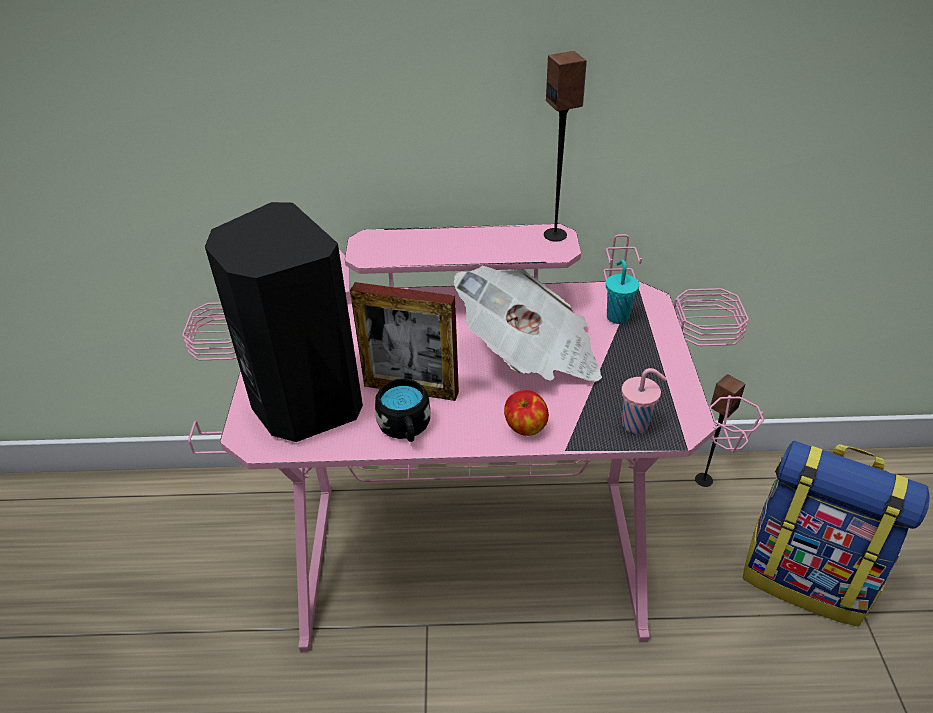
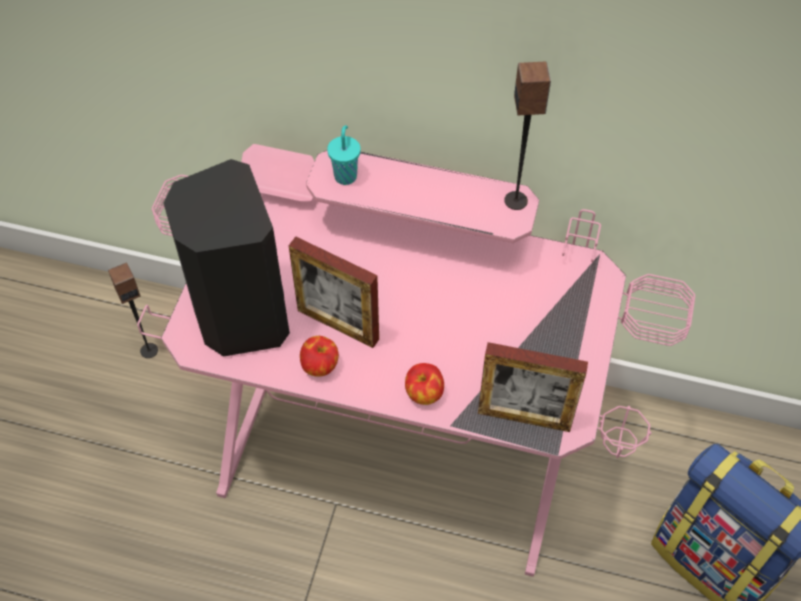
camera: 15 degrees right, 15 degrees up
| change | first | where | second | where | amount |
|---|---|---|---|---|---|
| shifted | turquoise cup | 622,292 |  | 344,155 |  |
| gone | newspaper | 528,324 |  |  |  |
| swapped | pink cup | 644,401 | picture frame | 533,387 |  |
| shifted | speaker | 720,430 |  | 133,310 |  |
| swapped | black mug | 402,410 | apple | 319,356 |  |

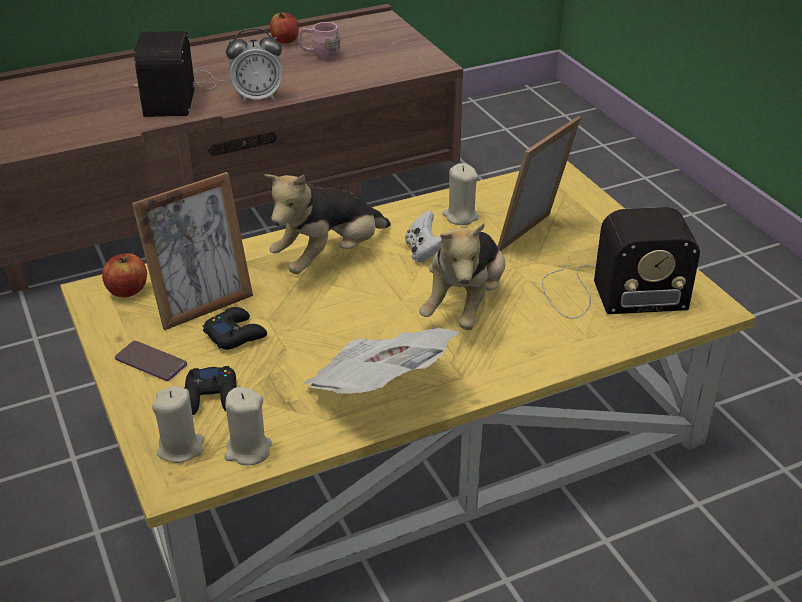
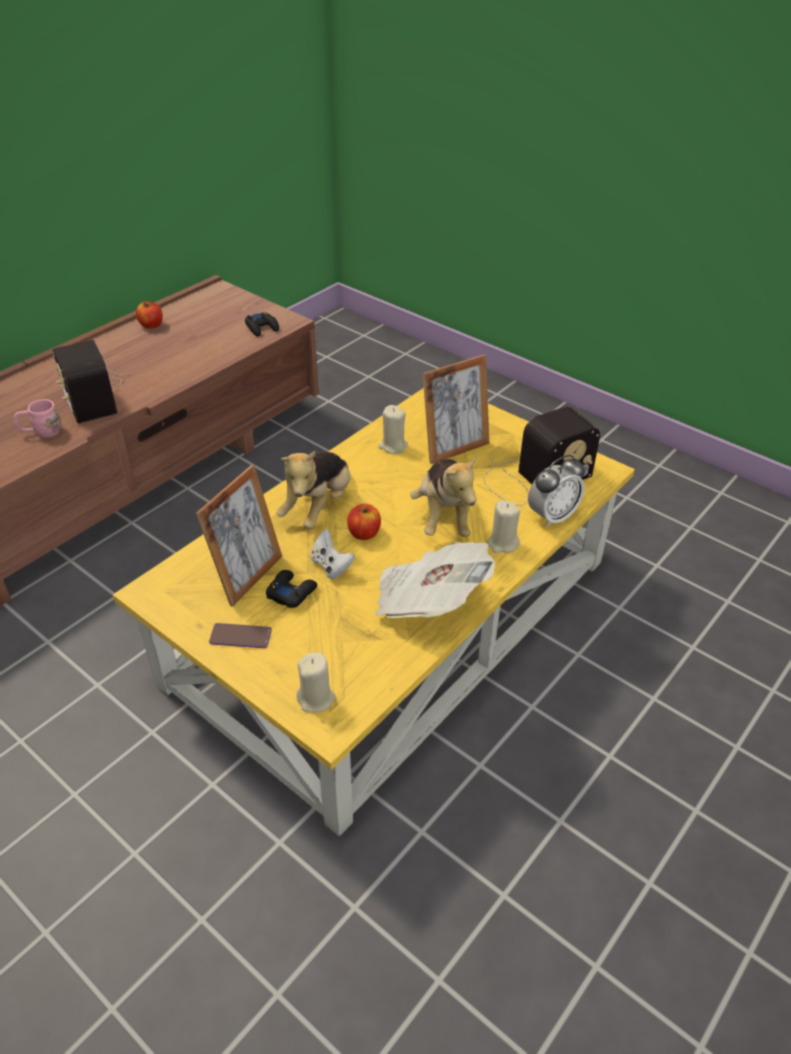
camera: 25 degrees left, 5 degrees up
| change | first | where | second | where | amount |
|---|---|---|---|---|---|
| shifted | pink mug | 319,41 |  | 37,418 |  |
| shifted | alarm clock | 254,65 |  | 556,491 |  |
| rotated | picture frame | 539,183 |  | 456,409 | 135 degrees counterclockwise |
| shifted | white game controller | 423,237 |  | 332,554 |  |
| shifted | apple | 124,275 |  | 364,522 |  |
| shifted | black game controller | 211,390 |  | 262,324 |  |
| shifted | beige candle | 248,426 |  | 503,527 |  |

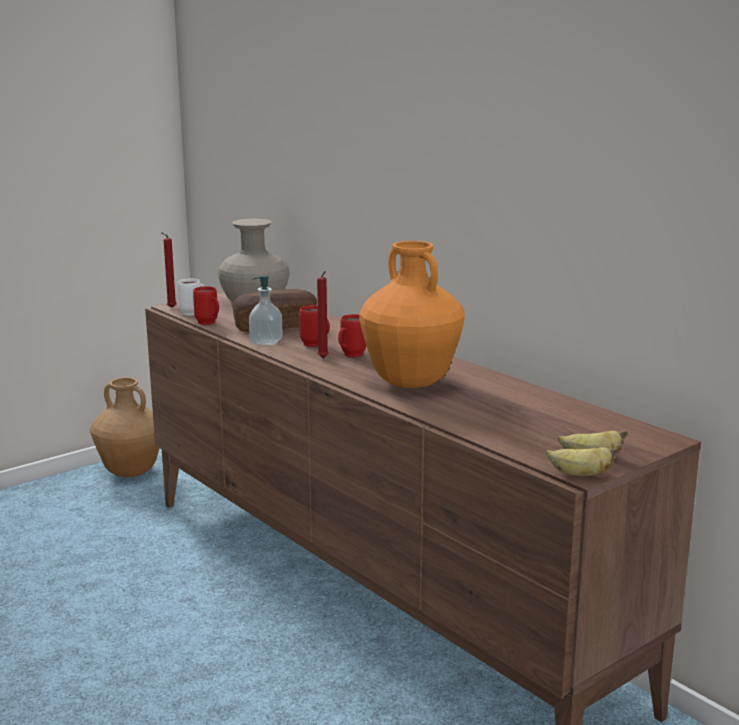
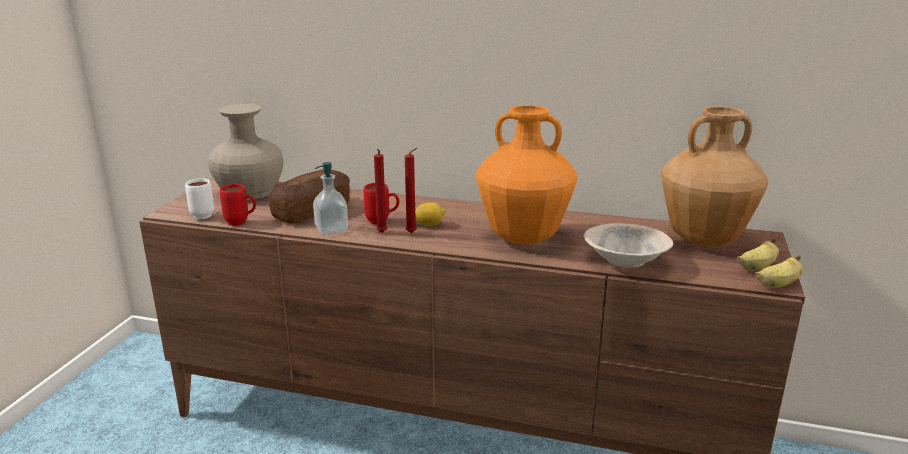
camera: 35 degrees left, 5 degrees up
| change | first | where | second | where | amount |
|---|---|---|---|---|---|
| shifted | red candle | 169,270 |  | 380,191 |  |
| swapped | red mug | 352,335 | lemon | 430,214 |  |
| shifted | brown vase | 124,427 |  | 714,176 |  |
| new |  |  | beige bowl | 628,245 |  |

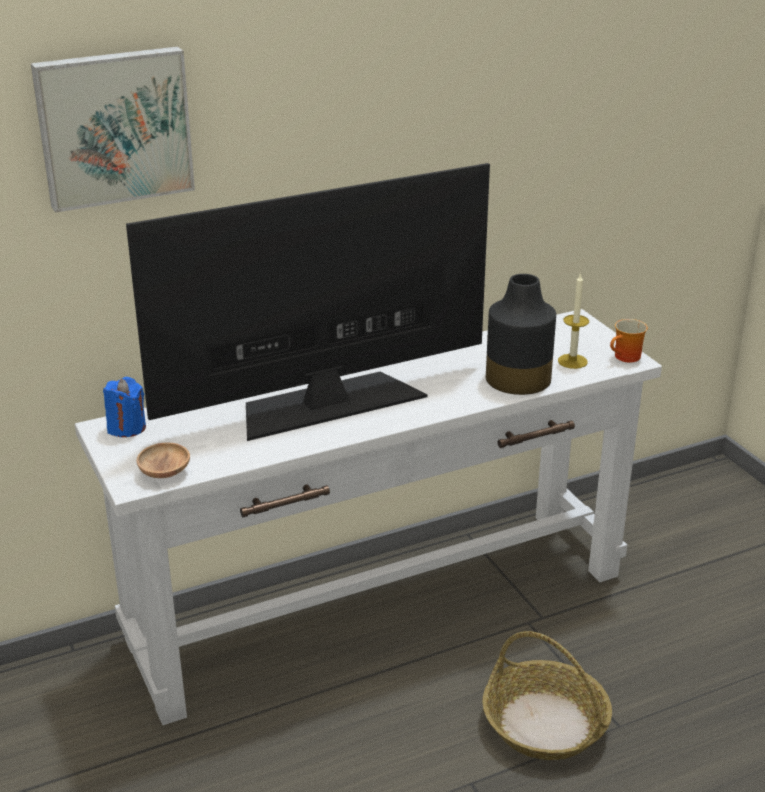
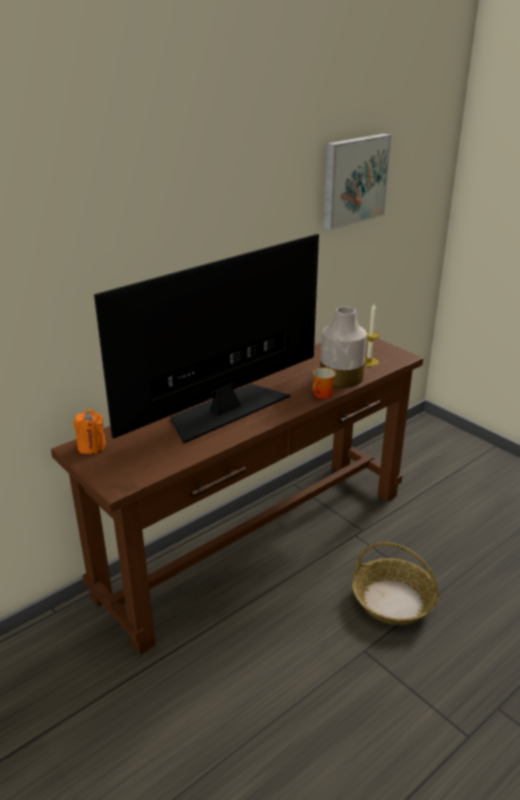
camera: 15 degrees left, 0 degrees up
| change | first | where | second | where | amount |
|---|---|---|---|---|---|
| shifted | picture | 113,129 |  | 357,182 |  |
| repainted | black vase | 521,334 | beige vase | 343,347 |  |
| repainted | white console table | 368,517 | brown console table | 237,496 |  |
| shifted | mug | 629,341 |  | 324,383 |  |
| repainted | blue candle | 124,407 | orange candle | 89,432 |  |
| gone | brown bowl | 163,460 |  |  |  |

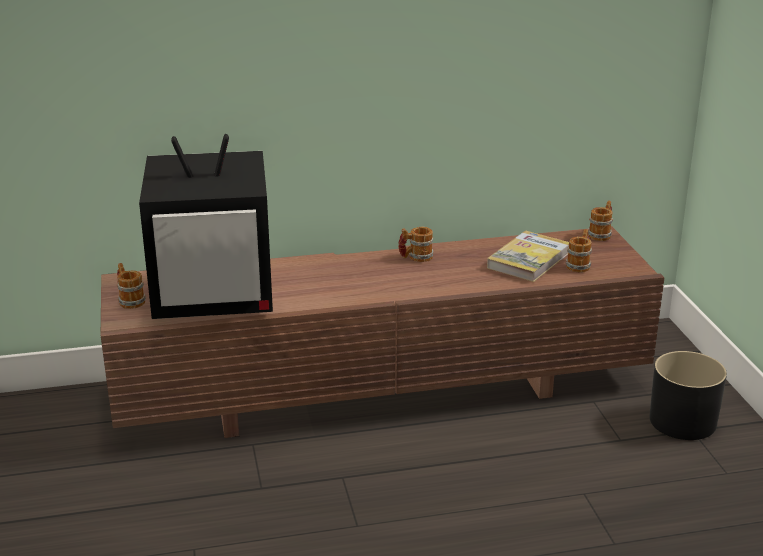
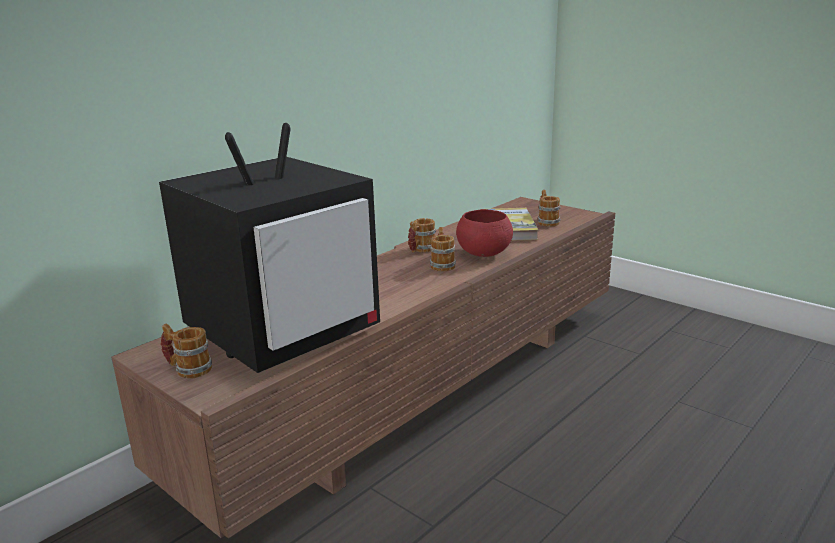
camera: 35 degrees left, 5 degrees down
| change | first | where | second | where | amount |
|---|---|---|---|---|---|
| shifted | mug | 600,221 |  | 443,249 |  |
| gone | black planter | 688,395 |  |  |  |
| new |  |  | red bowl | 484,233 |  |

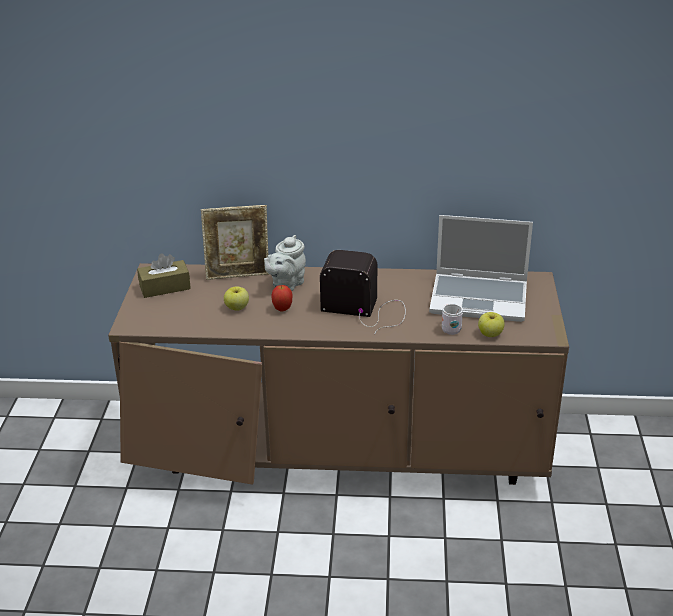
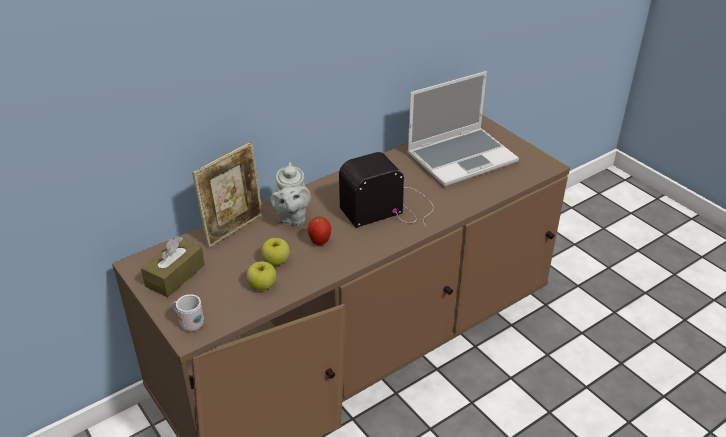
camera: 40 degrees left, 5 degrees up
| change | first | where | second | where | amount |
|---|---|---|---|---|---|
| shifted | white mug | 452,319 |  | 188,313 |  |
| shifted | apple | 491,324 |  | 262,275 |  |

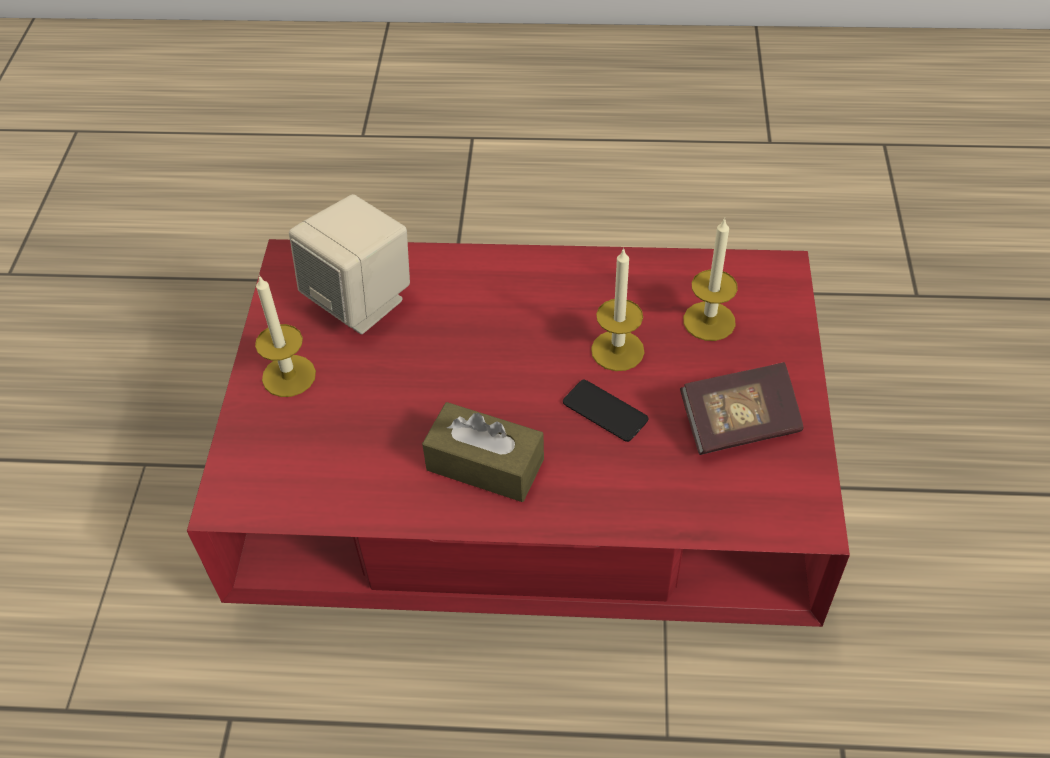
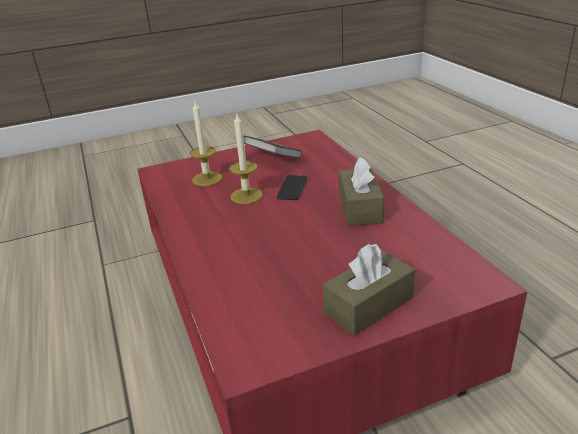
camera: 115 degrees left, 20 degrees down
| change | first | where | second | where | amount |
|---|---|---|---|---|---|
| gone | beige speaker | 349,264 |  |  |  |
| swapped | candle | 285,336 | brown tissue box | 369,290 |  |

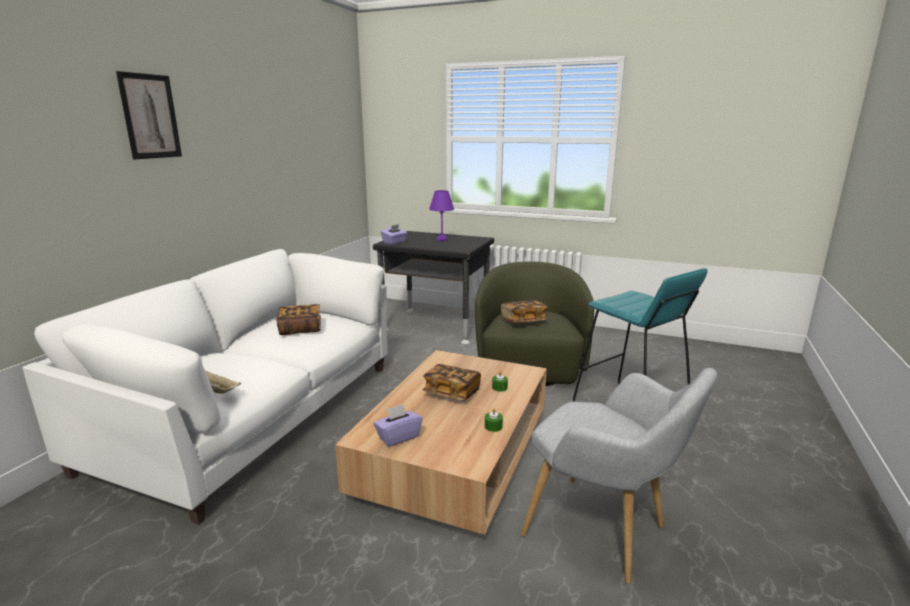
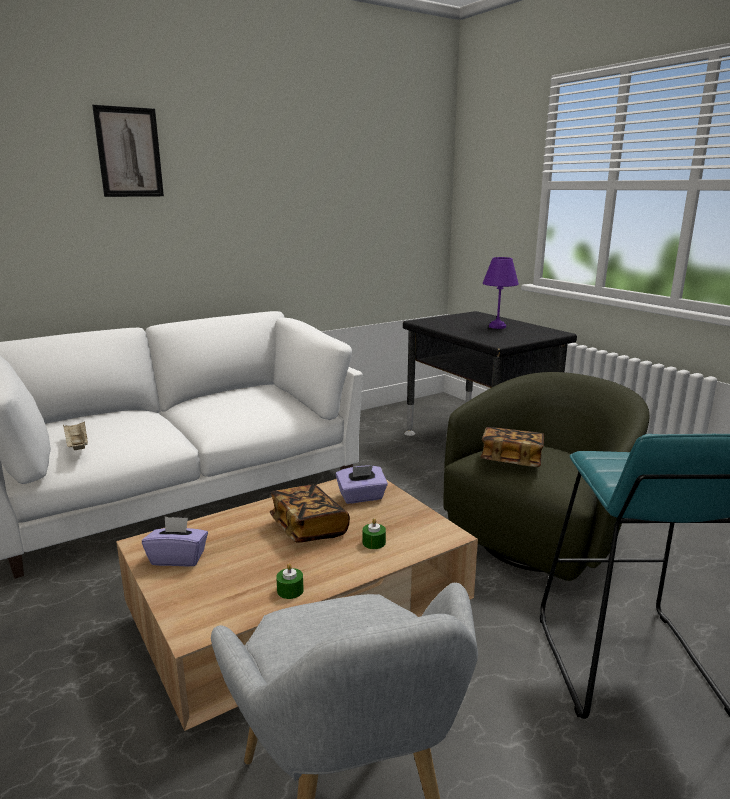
camera: 35 degrees right, 0 degrees up
| change | first | where | second | where | amount |
|---|---|---|---|---|---|
| shifted | purple tissue box | 394,234 |  | 362,485 |  |
| gone | book | 298,319 |  |  |  |

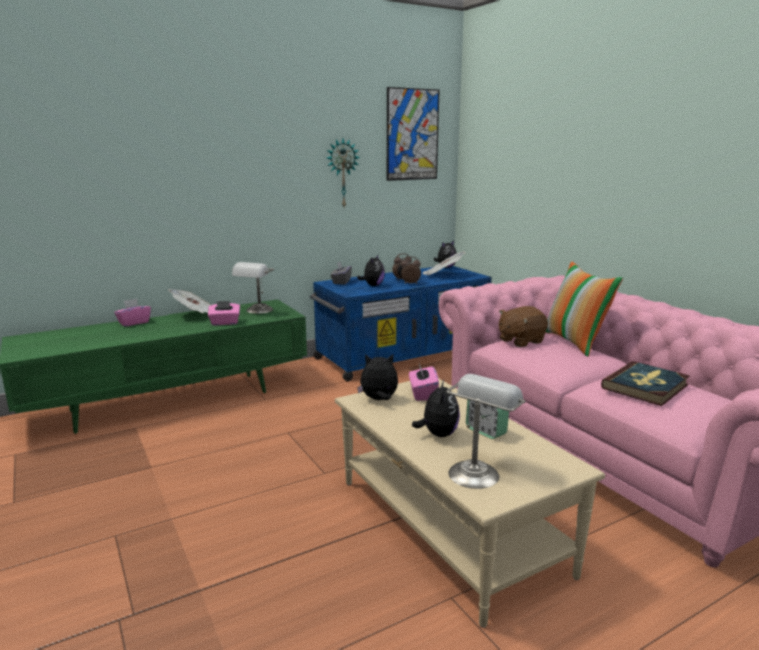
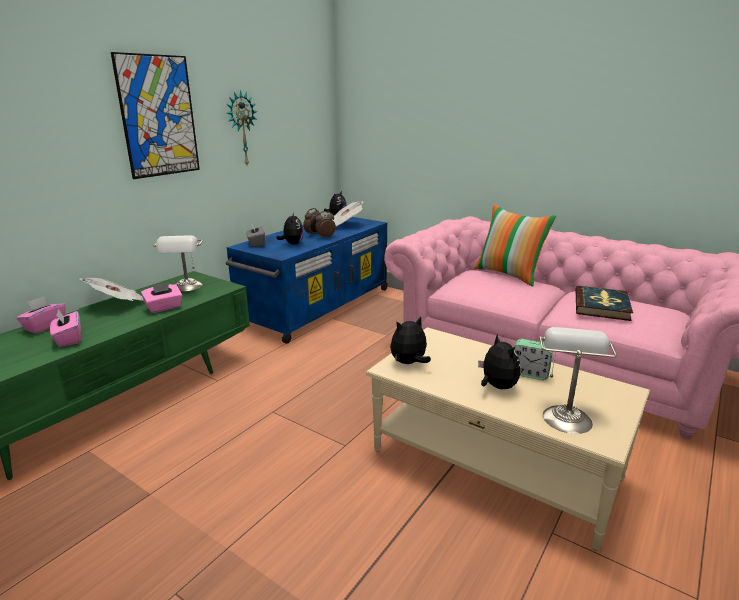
camera: 25 degrees left, 5 degrees up
| change | first | where | second | where | amount |
|---|---|---|---|---|---|
| shifted | picture | 413,134 |  | 155,115 |  |
| gone | brown plush toy | 523,326 |  |  |  |
| shifted | pink tissue box | 424,382 |  | 65,328 |  |

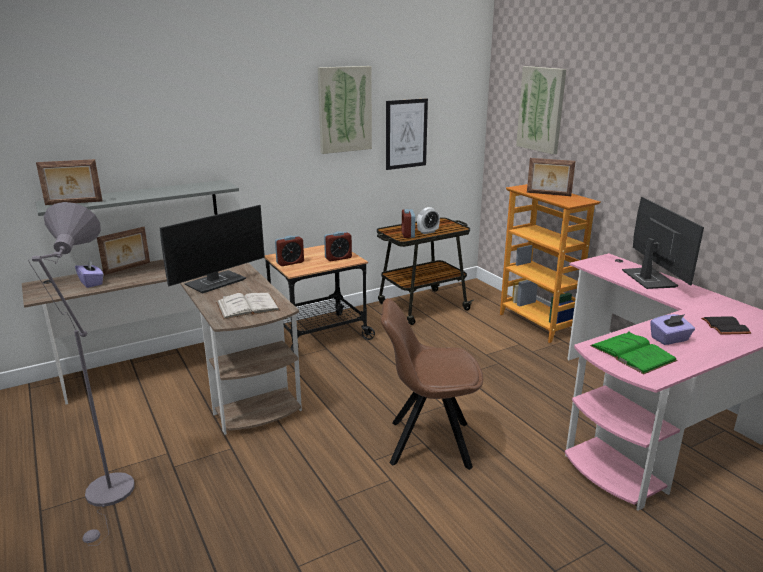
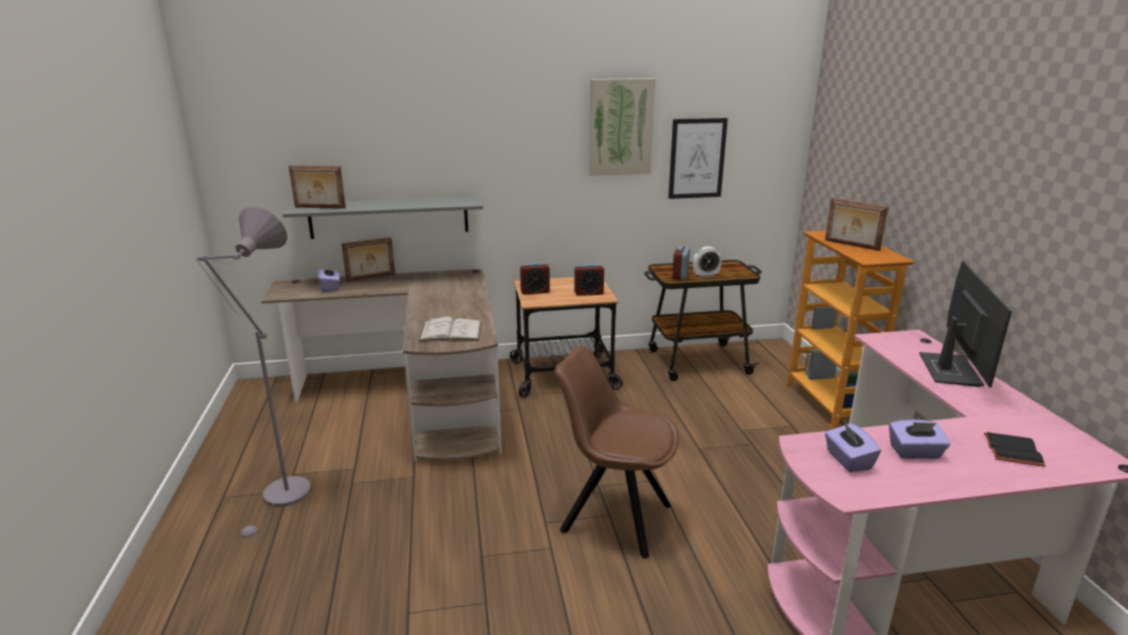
camera: 20 degrees right, 0 degrees up
| change | first | where | second | where | amount |
|---|---|---|---|---|---|
| gone | picture | 541,110 |  |  |  |
| gone | monitor | 212,249 |  |  |  |
| swapped | green book | 634,353 | purple tissue box | 853,447 |  |

